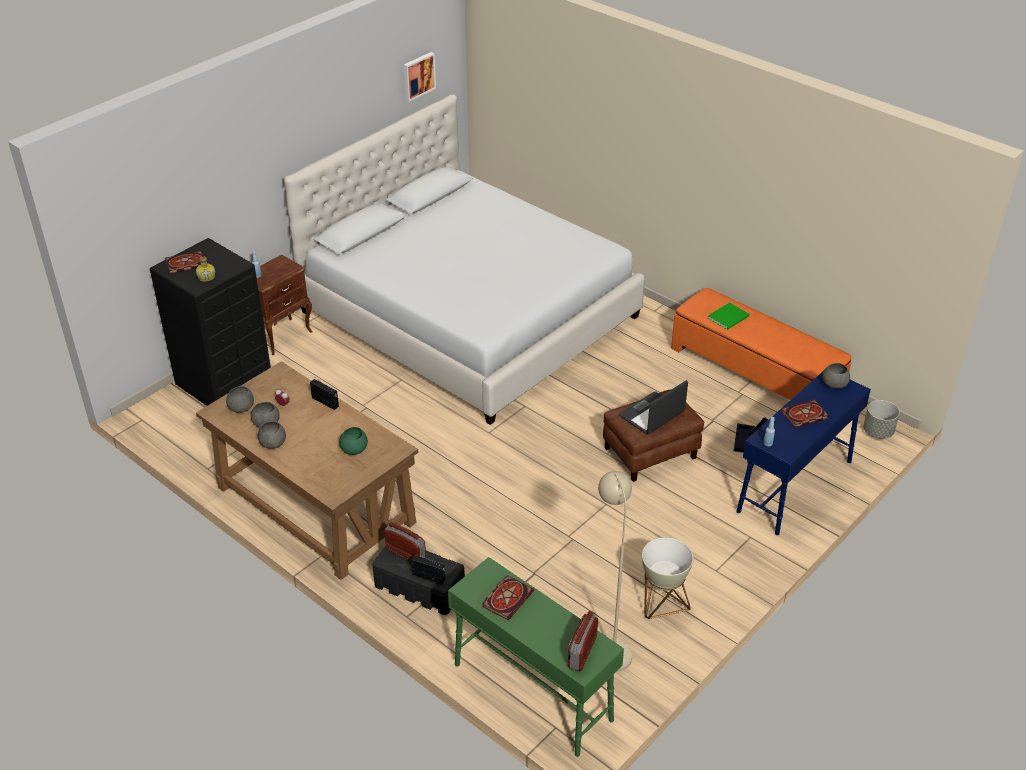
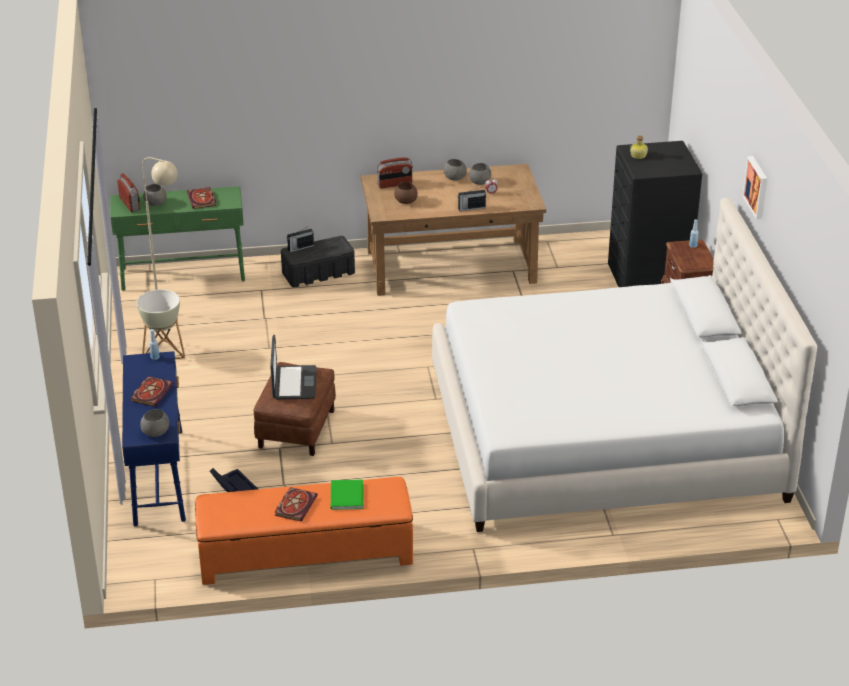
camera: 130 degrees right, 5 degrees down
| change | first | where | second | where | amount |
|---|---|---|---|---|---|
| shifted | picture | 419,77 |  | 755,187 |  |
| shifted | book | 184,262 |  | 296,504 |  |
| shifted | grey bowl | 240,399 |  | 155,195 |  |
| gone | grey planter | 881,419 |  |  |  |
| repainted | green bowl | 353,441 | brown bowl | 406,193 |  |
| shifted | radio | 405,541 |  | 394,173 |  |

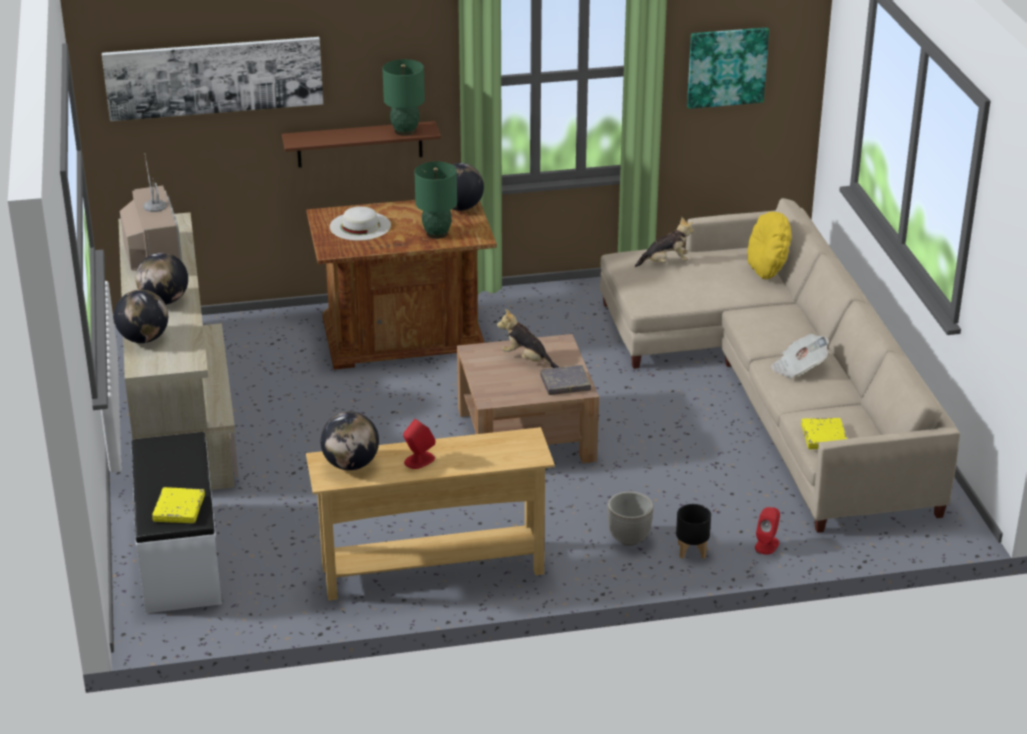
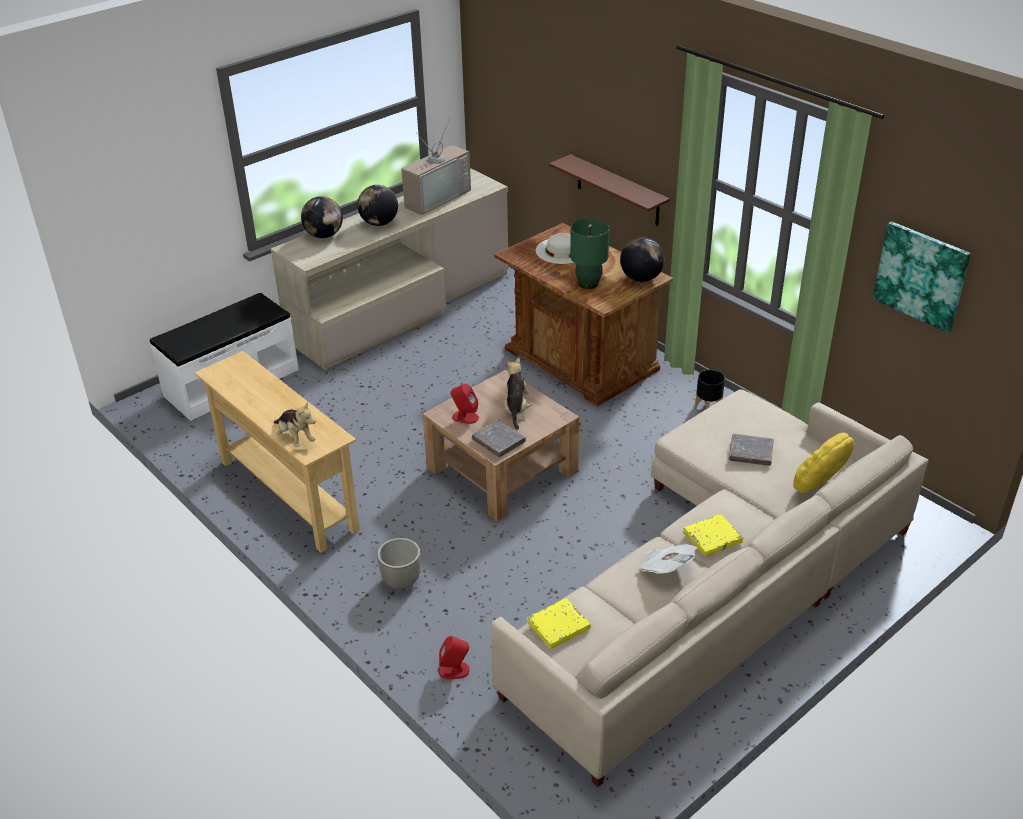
camera: 60 degrees right, 5 degrees up
| change | first | where | second | where | amount |
|---|---|---|---|---|---|
| gone | picture | 212,79 |  |  |  |
| gone | green table lamp | 403,97 |  |  |  |
| shifted | plush toy | 664,242 |  | 295,424 |  |
| gone | globe | 349,440 |  |  |  |
| shifted | red speaker | 419,444 |  | 465,404 |  |
| shifted | yellow book | 178,505 |  | 713,535 |  |
| shifted | black planter | 693,531 |  | 710,389 |  |
| new |  |  | grey book | 751,450 |  |

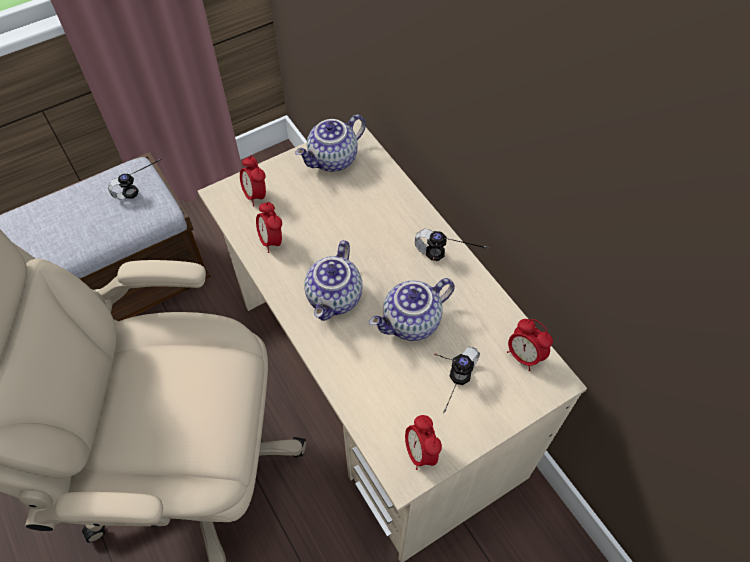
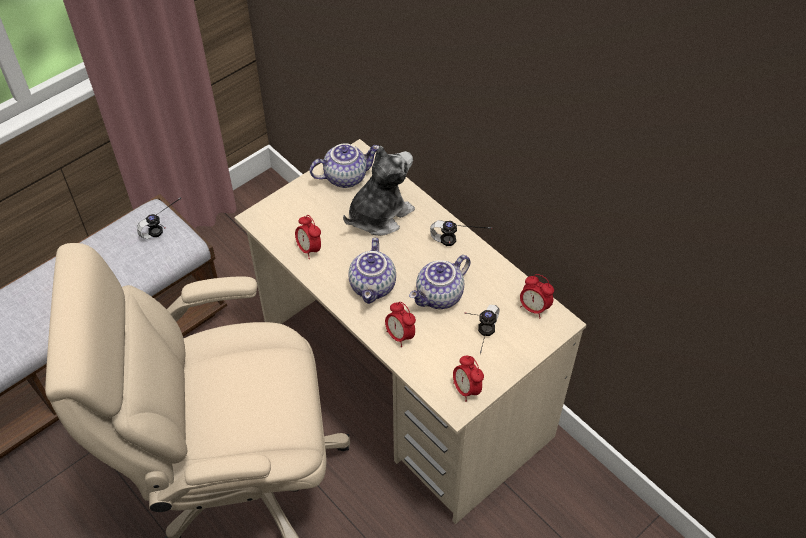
camera: 10 degrees left, 5 degrees down
| change | first | where | second | where | amount |
|---|---|---|---|---|---|
| rotated | teapot | 330,143 |  | 344,165 | 150 degrees counterclockwise |
| shifted | alarm clock | 253,181 |  | 400,324 |  |
| new |  |  | plush toy | 379,191 |  |

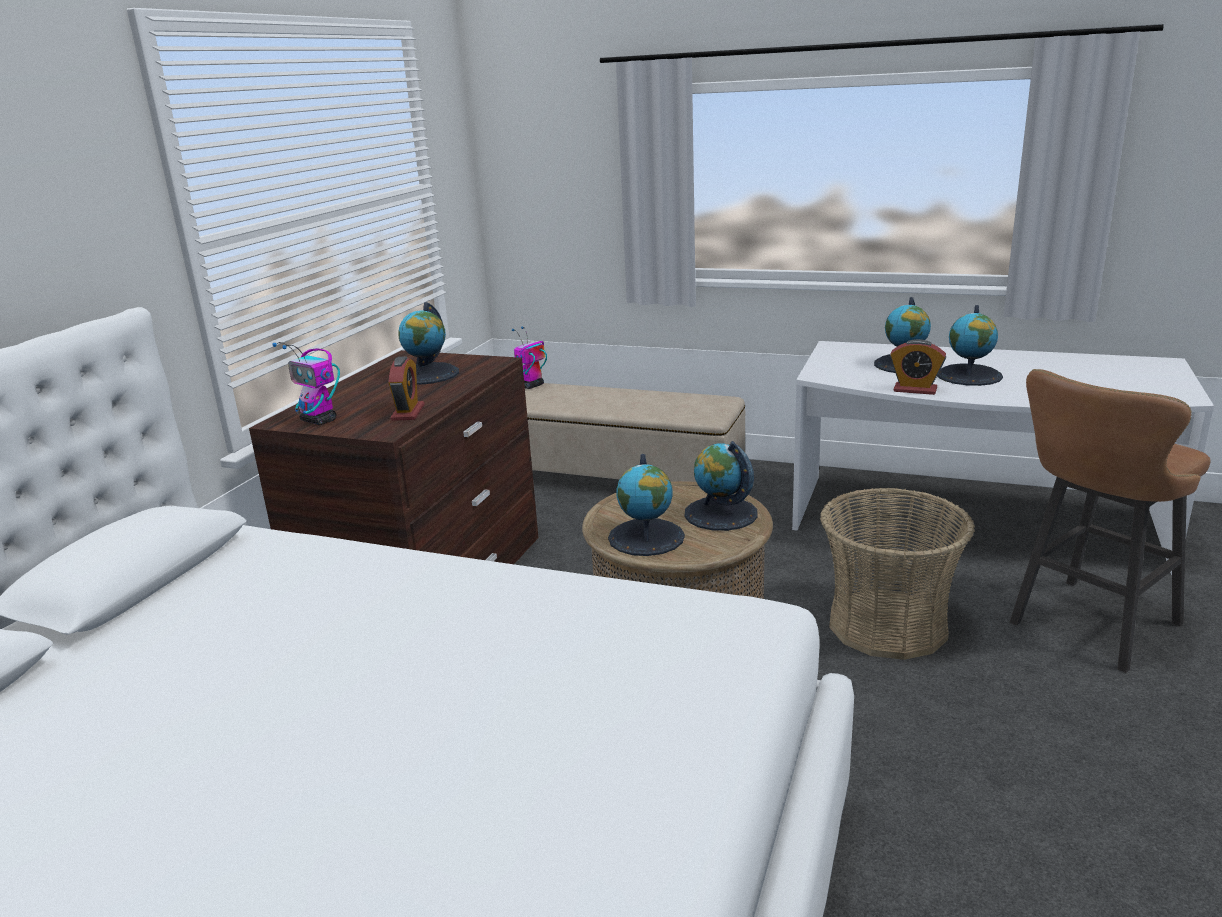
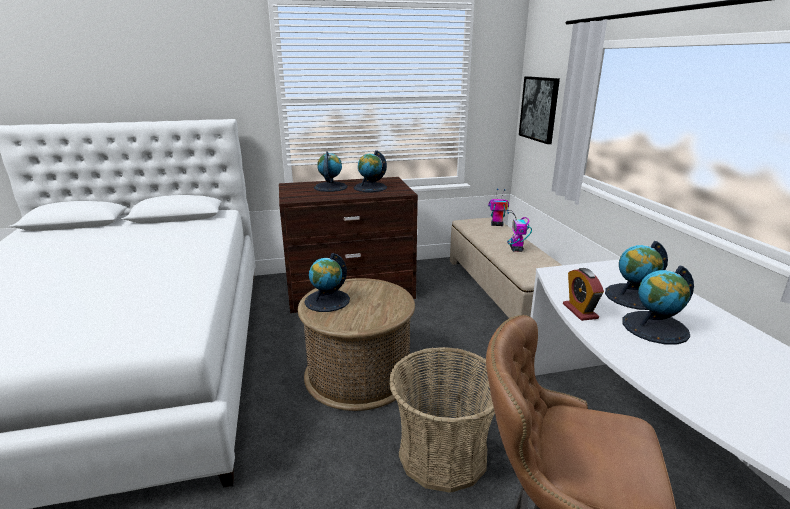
camera: 55 degrees right, 0 degrees up
| change | first | where | second | where | amount |
|---|---|---|---|---|---|
| shifted | toy robot | 306,383 |  | 519,230 |  |
| gone | alarm clock | 406,388 |  |  |  |
| shifted | globe | 721,486 |  | 330,171 |  |
| new |  |  | picture | 539,110 |  |

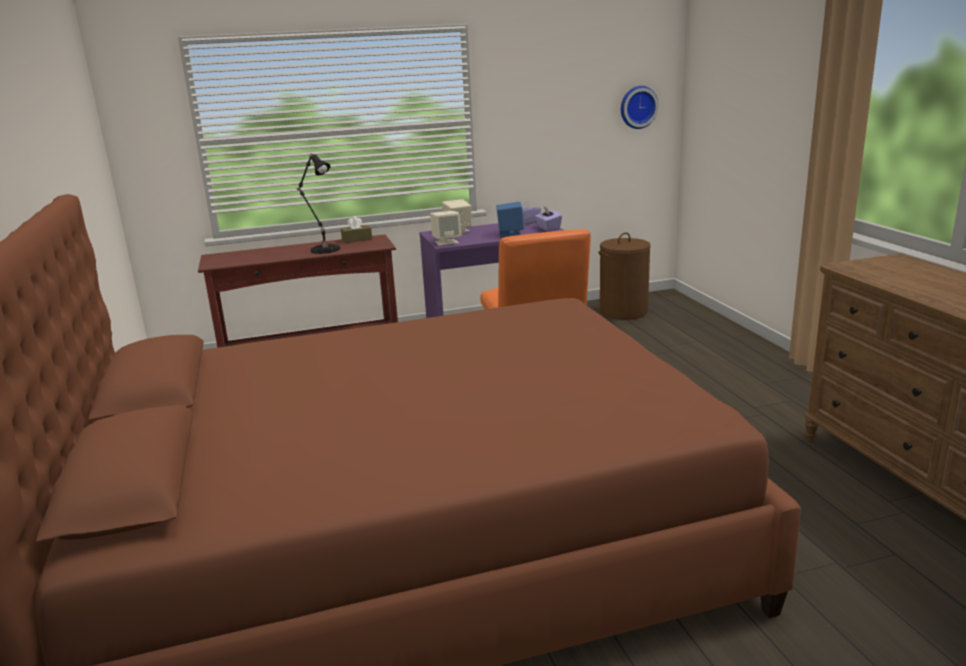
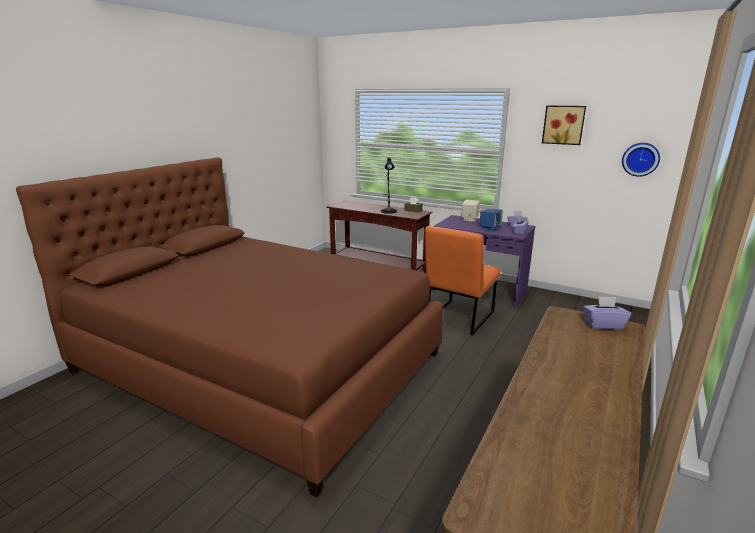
camera: 45 degrees right, 0 degrees up
| change | first | where | second | where | amount |
|---|---|---|---|---|---|
| gone | beige speaker | 445,228 |  |  |  |
| gone | brown laundry basket | 624,276 |  |  |  |
| new |  |  | picture | 564,125 |  |
| new |  |  | purple tissue box | 607,313 |  |

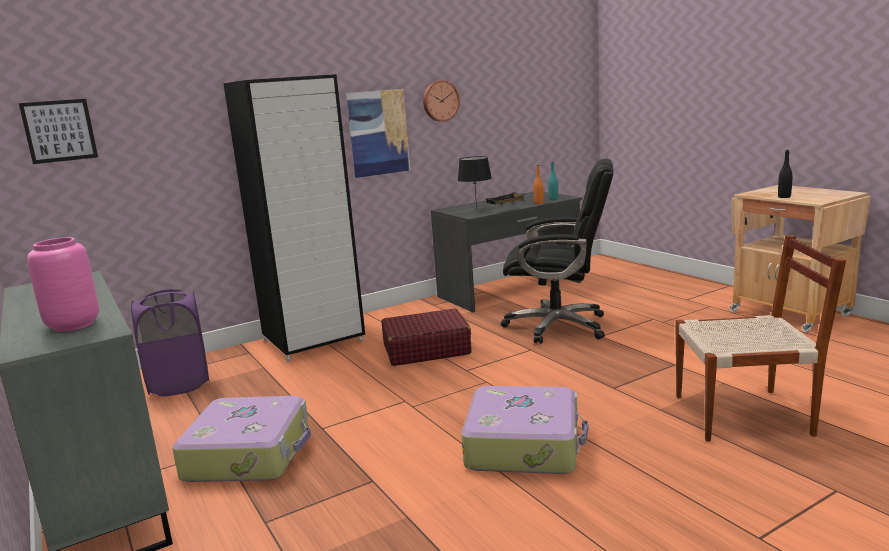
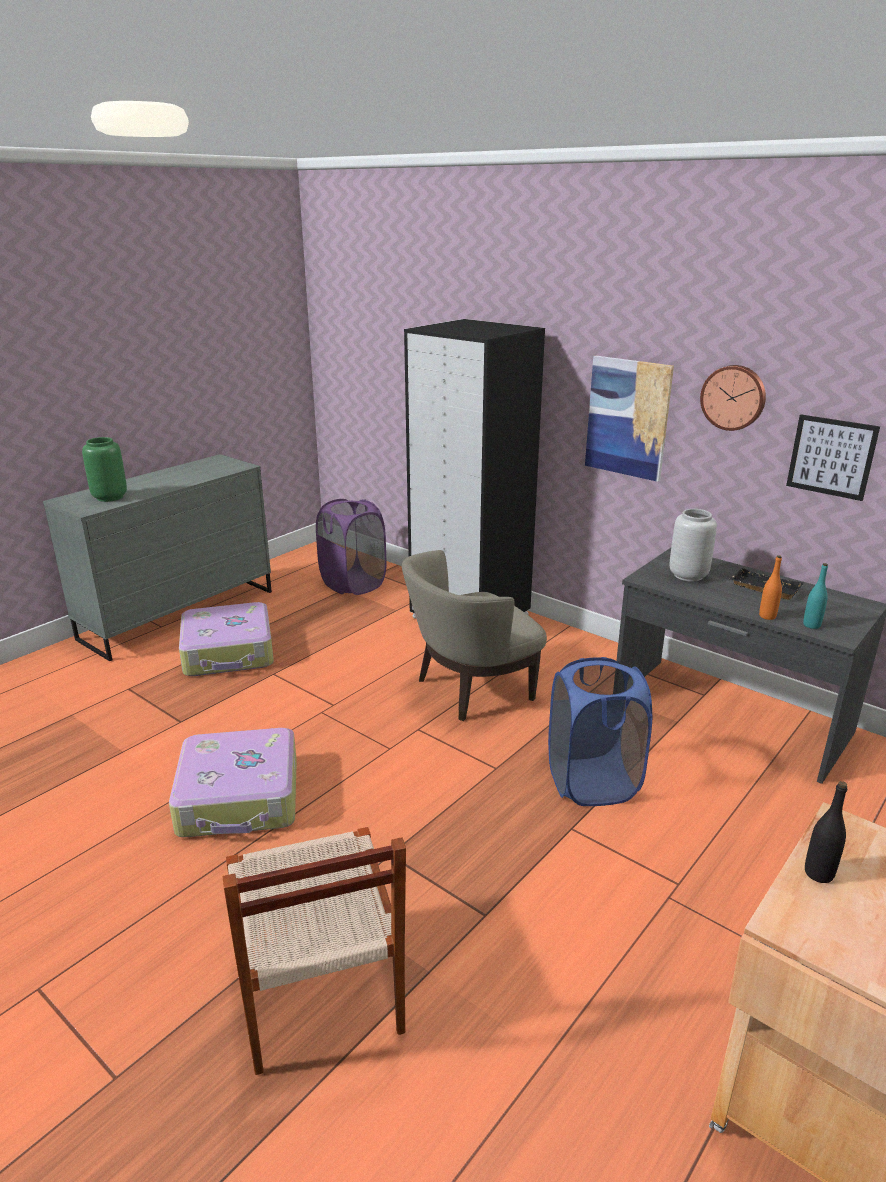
camera: 70 degrees right, 10 degrees up
| change | first | where | second | where | amount |
|---|---|---|---|---|---|
| shifted | picture | 58,131 |  | 833,458 |  |
| swapped | black table lamp | 475,183 | grey vase | 693,545 |  |
| swapped | black office chair | 557,251 | blue laundry basket | 600,731 |  |
| repainted | pink vase | 63,284 | green vase | 104,469 |  |
| swapped | red suitcase | 426,337 | beige armchair | 474,635 |  |

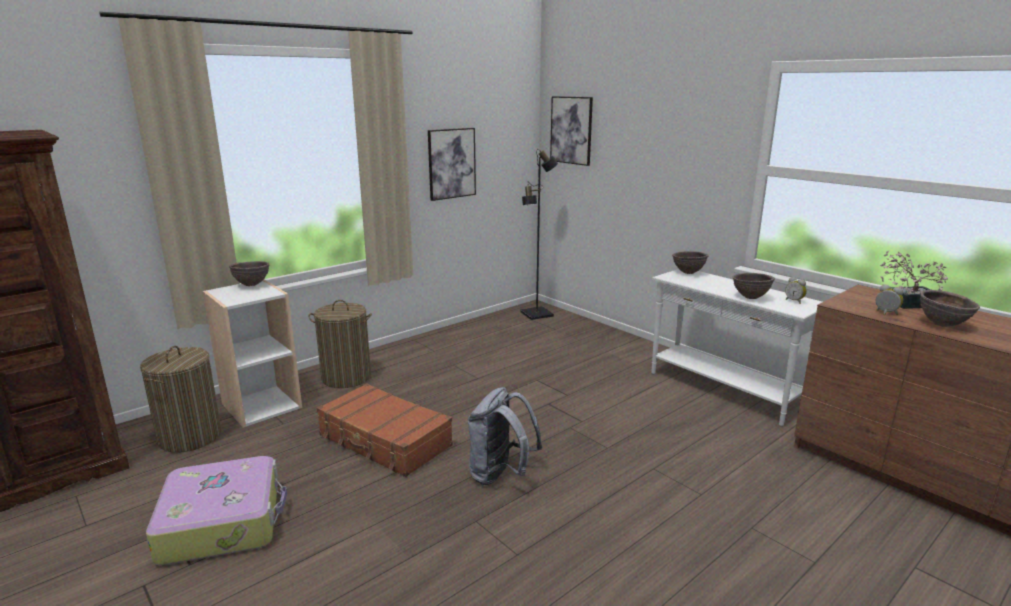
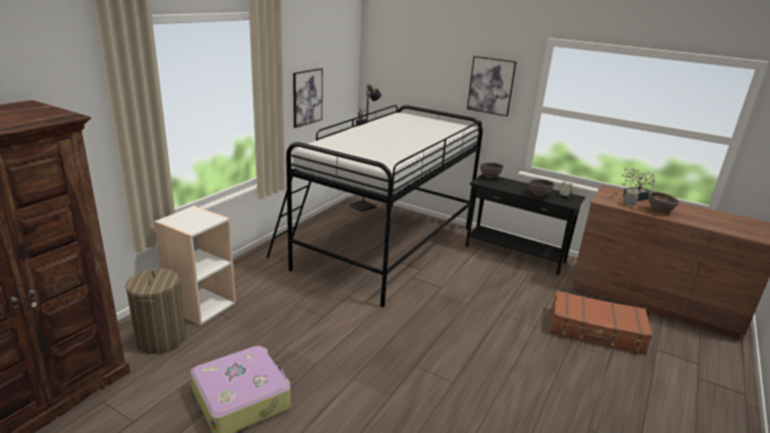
camera: 20 degrees left, 5 degrees up
| change | first | where | second | where | amount |
|---|---|---|---|---|---|
| shifted | picture | 571,131 |  | 491,86 |  |
| gone | brown bowl | 249,273 |  |  |  |
| repainted | white console table | 736,347 | black console table | 525,224 |  |
| gone | laundry basket | 340,344 |  |  |  |
| shifted | brown suitcase | 384,430 |  | 601,322 |  |
| gone | grey backpack | 505,436 |  |  |  |
| new |  |  | black bed | 375,206 |  |

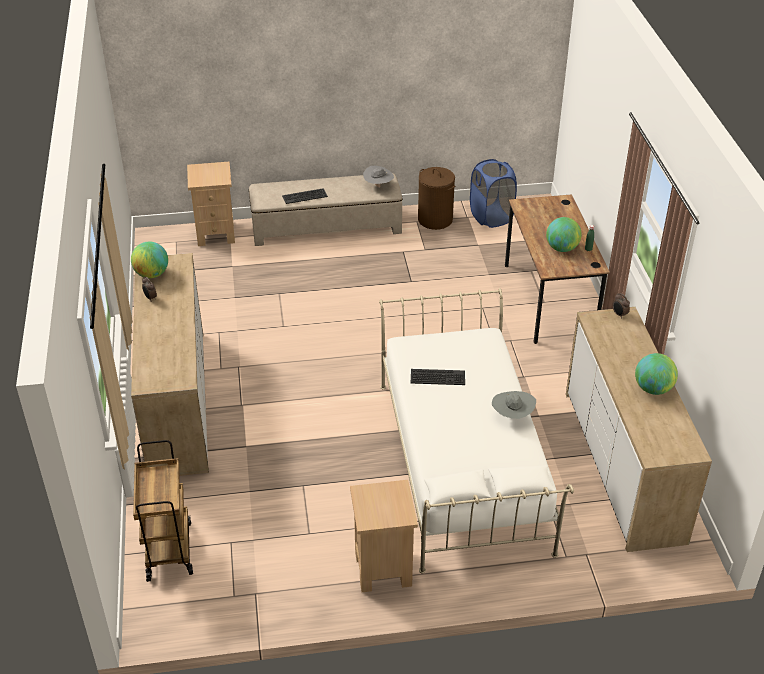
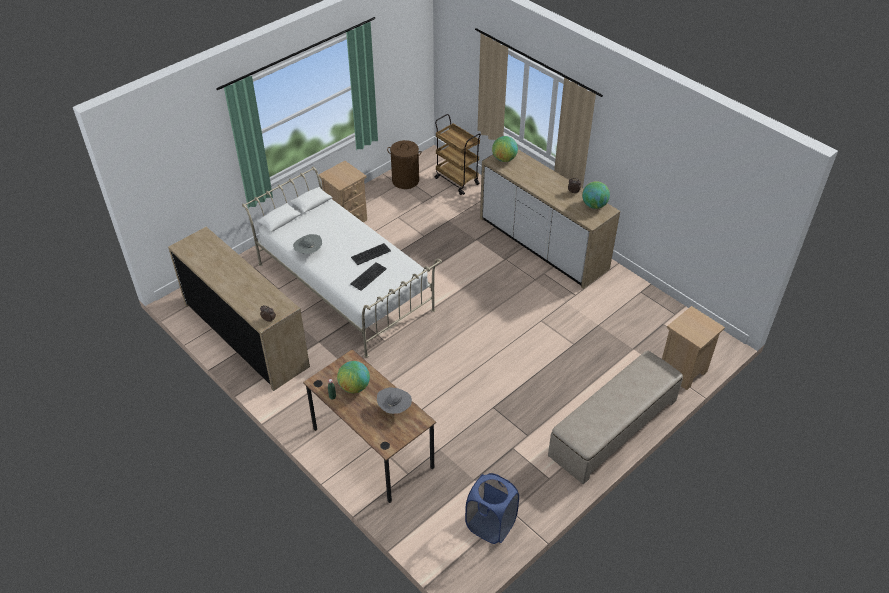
camera: 145 degrees right, 5 degrees up
| change | first | where | second | where | amount |
|---|---|---|---|---|---|
| shifted | grey hat | 378,177 |  | 394,400 |  |
| shifted | brown laundry basket | 436,198 |  | 404,164 |  |
| shifted | keyboard | 305,196 |  | 368,276 |  |
| shifted | globe | 656,374 |  | 505,149 |  |

